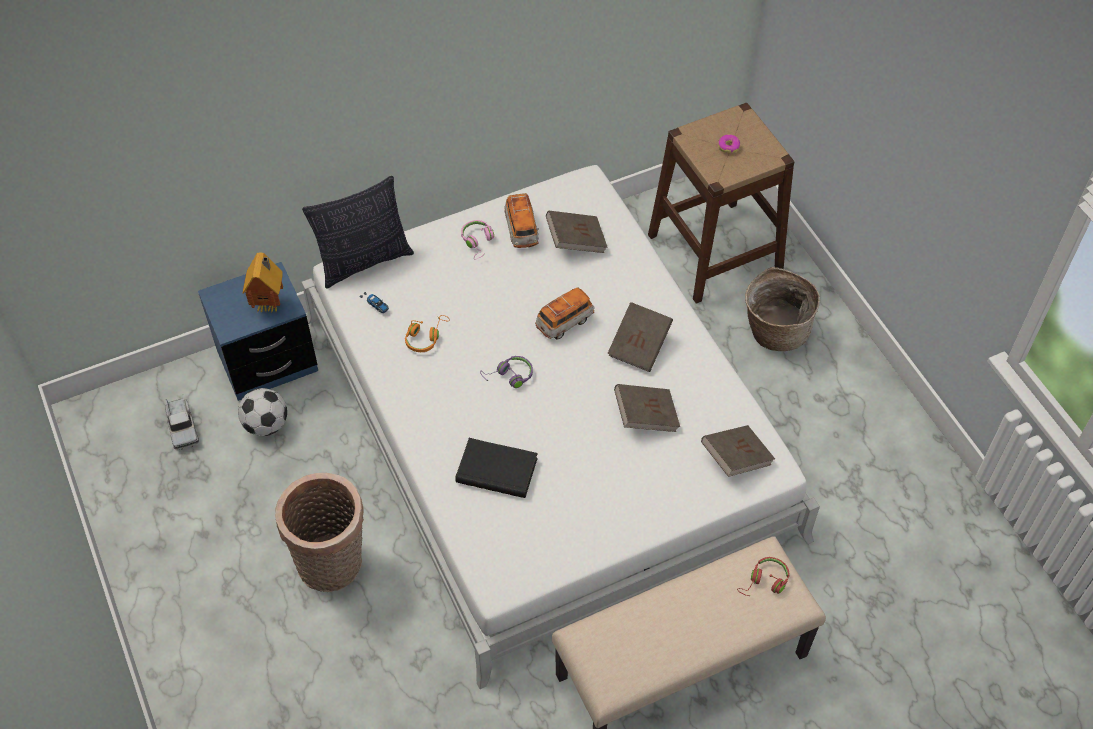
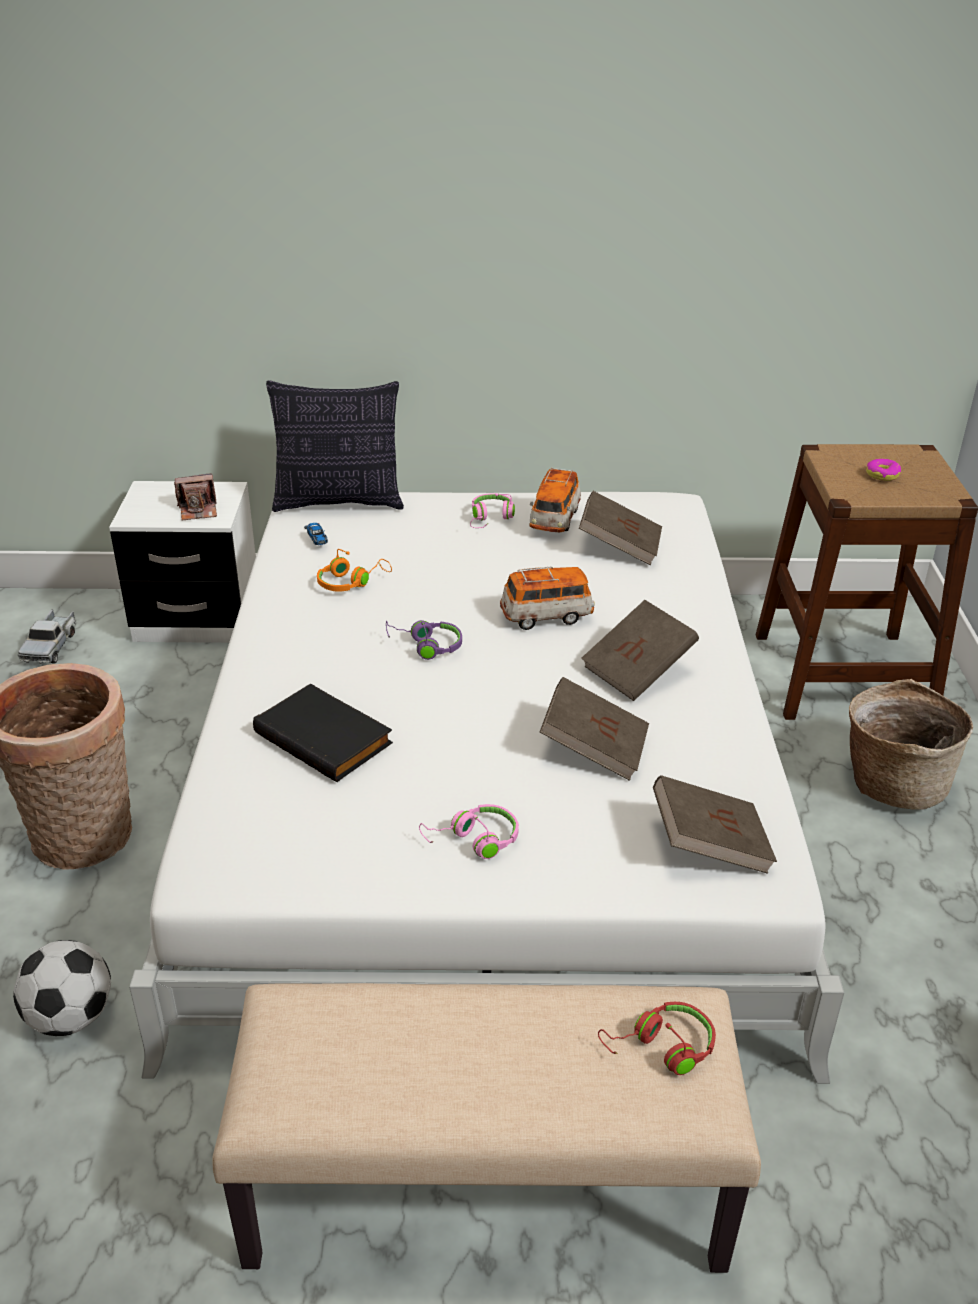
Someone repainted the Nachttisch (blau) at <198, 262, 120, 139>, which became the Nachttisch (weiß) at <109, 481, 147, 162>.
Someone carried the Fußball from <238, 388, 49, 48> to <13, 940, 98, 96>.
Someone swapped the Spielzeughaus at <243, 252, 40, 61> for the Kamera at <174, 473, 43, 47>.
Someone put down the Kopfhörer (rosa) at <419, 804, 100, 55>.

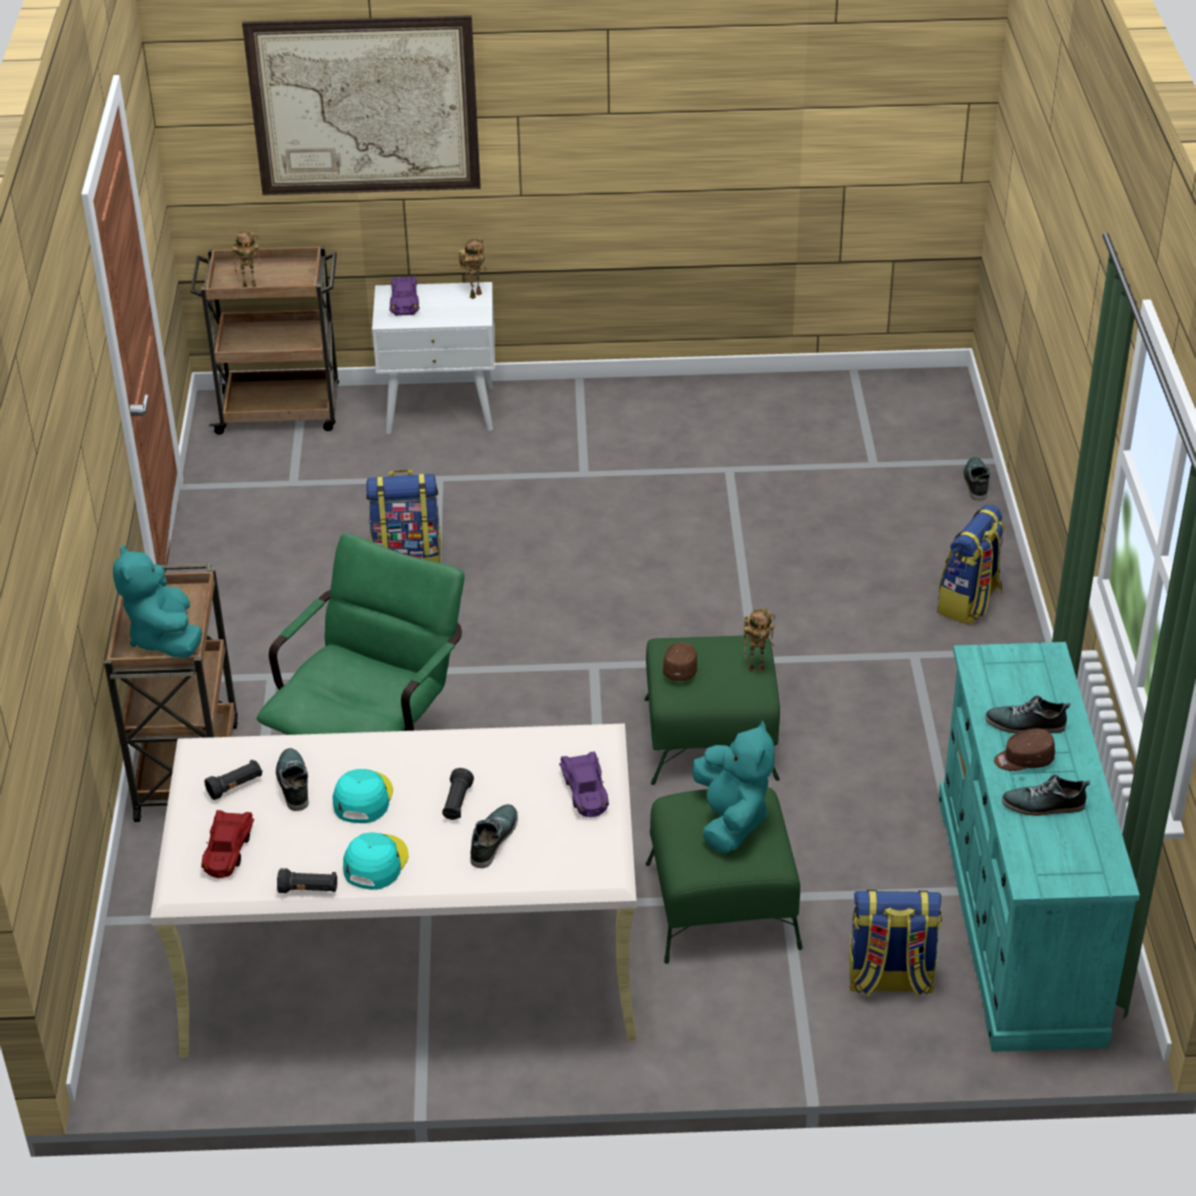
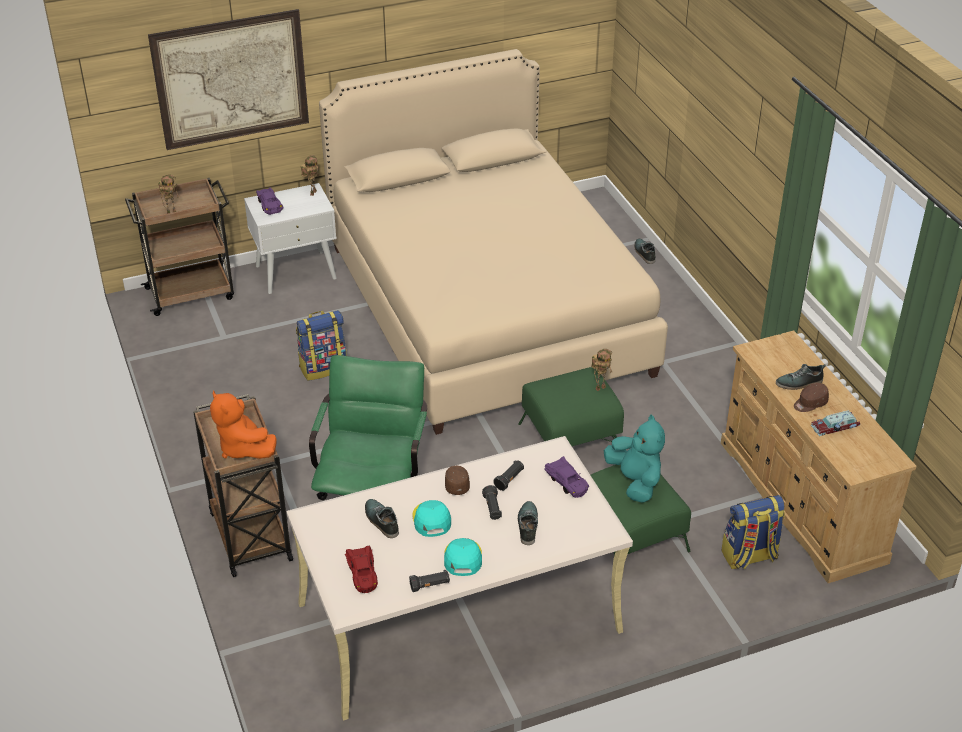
Someone repainted the Plüschtier (türkis) at <113, 545, 89, 113>, which became the Plüschtier (orange) at <210, 391, 67, 68>.
Someone carried the Taschenlampe (schwarz) from <204, 759, 58, 41> to <493, 461, 31, 30>.
Someone carried the Kappe (braun) from <663, 642, 35, 39> to <445, 466, 25, 29>.
Someone took away the Rucksack at <937, 505, 68, 120>.
Someone repainted the Kommode (türkis) at <938, 642, 202, 410>, which became the Kommode (beige) at <721, 330, 196, 253>.
Someone swapped the Schuh at <1002, 775, 88, 41> for the Spielzeugauto at <811, 410, 50, 26>.
Someone put down the Bett (beige) at <319, 49, 349, 386>.

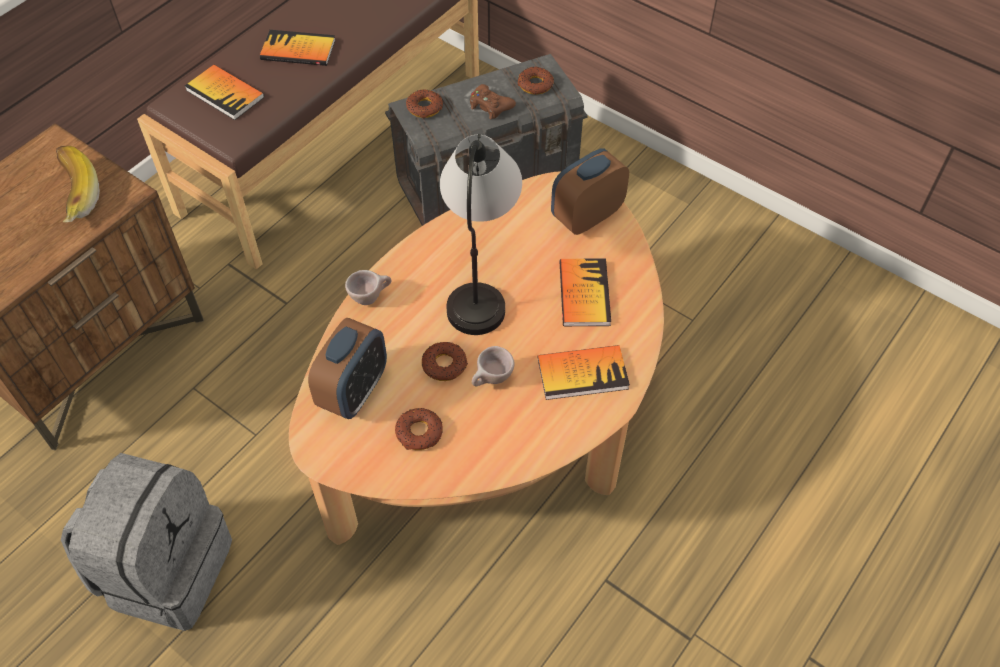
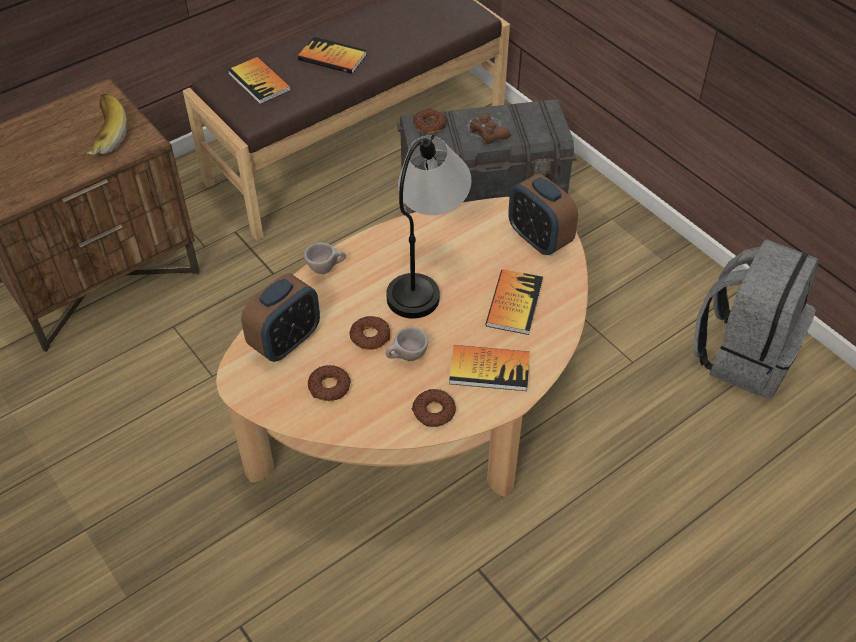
Someone carried the Rucksack (grau) from <61, 453, 171, 178> to <693, 239, 126, 160>.
Someone carried the Donut from <518, 66, 36, 29> to <412, 389, 44, 38>.
Someone rotated the Wecker at <551, 148, 78, 87> by 105 degrees counterclockwise.

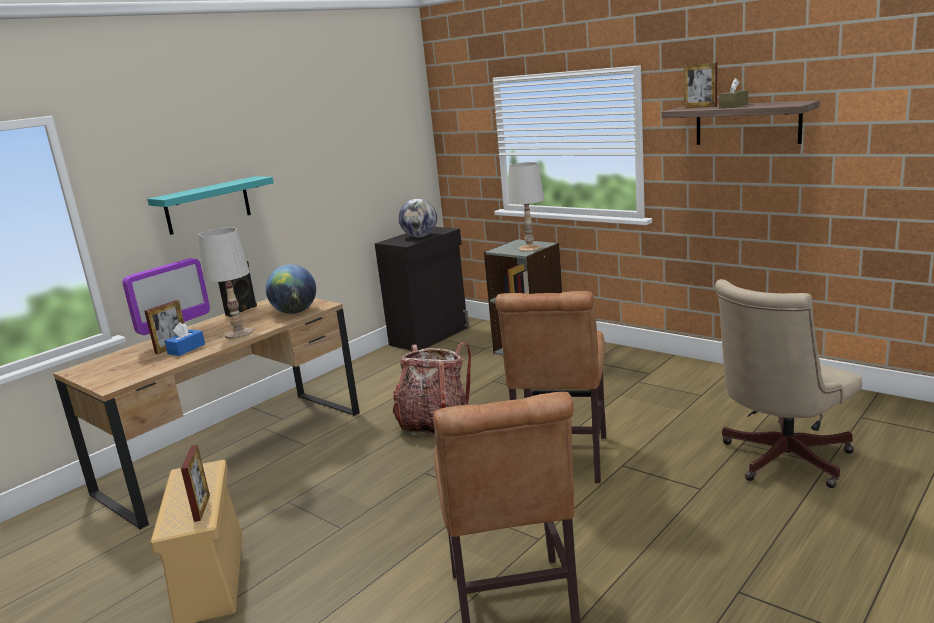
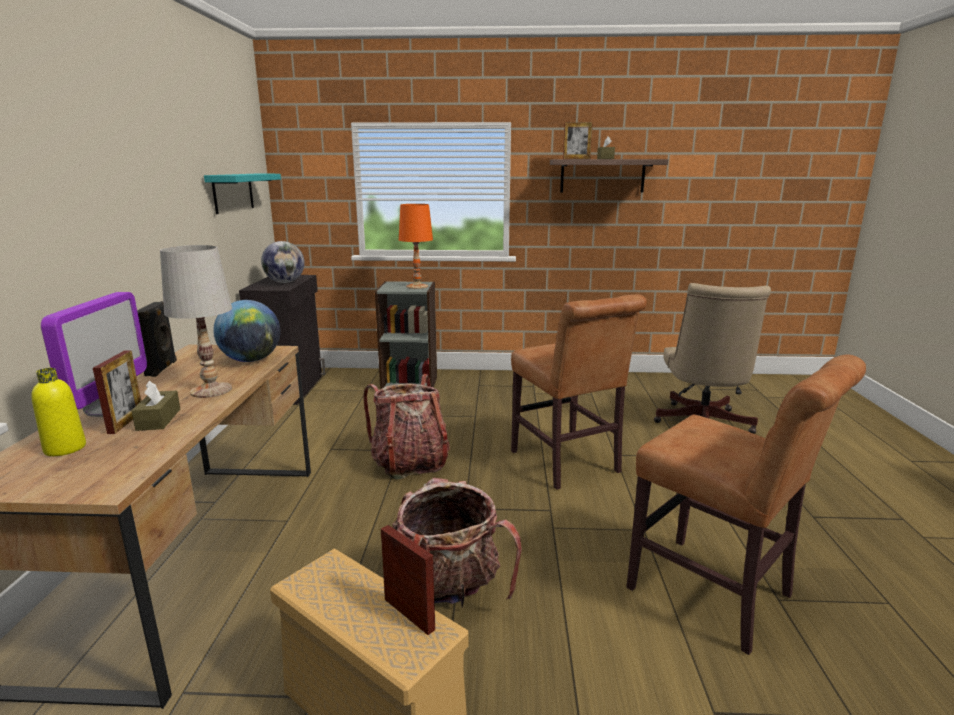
Someone carried the Wandregal (türkis) from <147, 176, 127, 59> to <204, 174, 77, 40>.
Someone repainted the Taschentuchbox (blau) at <165, 322, 40, 34>, which became the Taschentuchbox (braun) at <132, 380, 48, 51>.
Someone repainted the Tischlampe (weiß) at <509, 162, 35, 90>, which became the Tischlampe (orange) at <399, 204, 34, 85>.
Someone put down the Flasche (gelb) at <31, 368, 55, 88>.
Someone put down the Rucksack at <392, 478, 130, 130>.

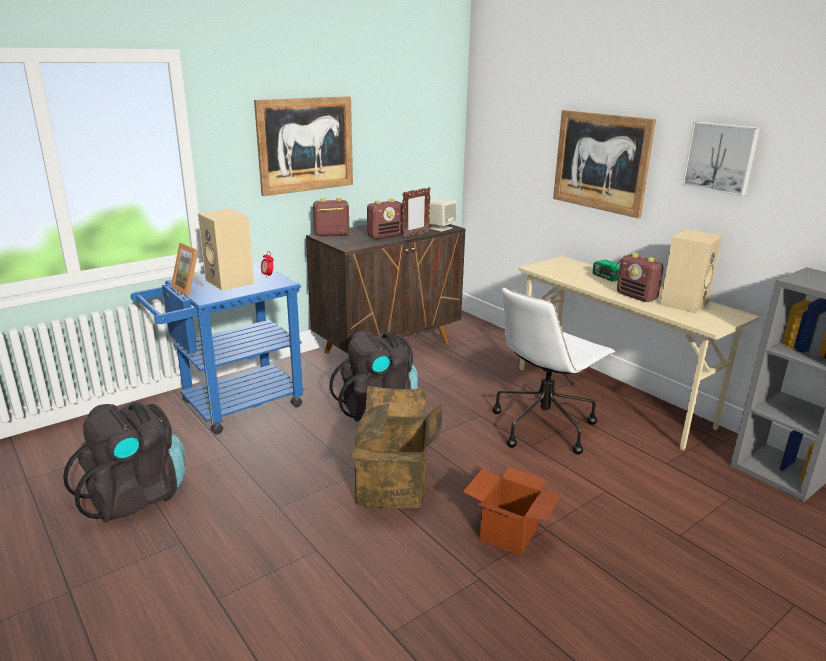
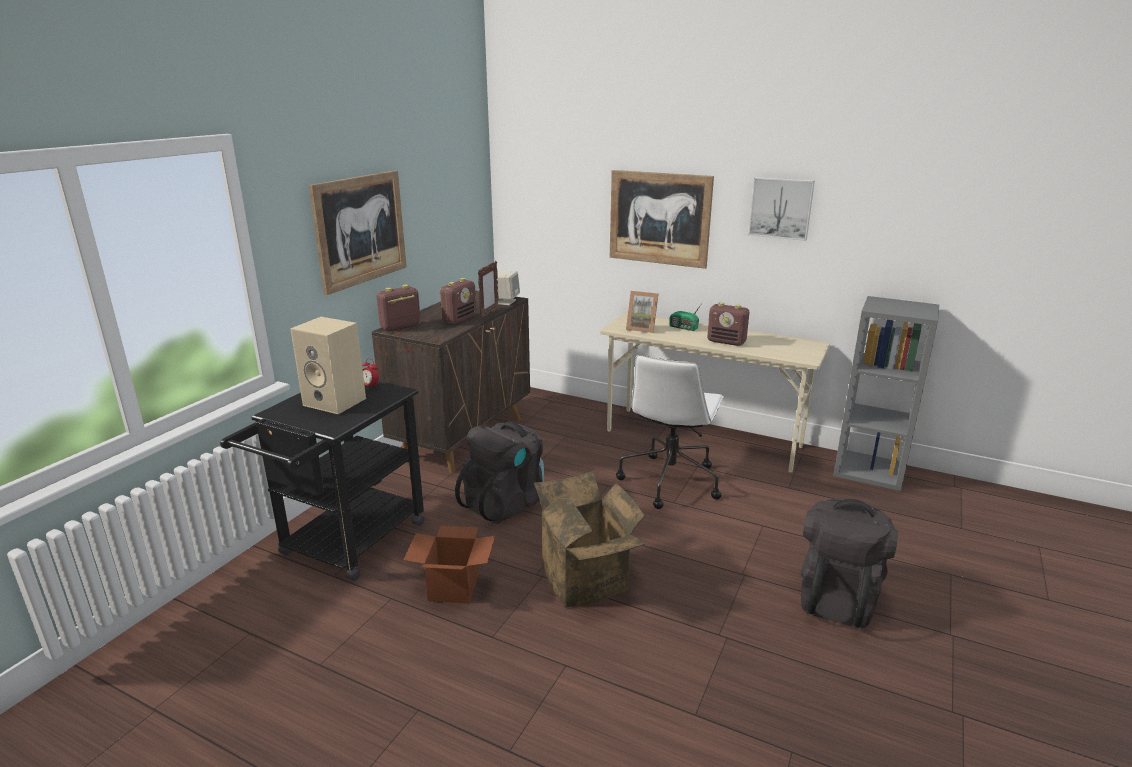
Someone carried the Rucksack (schwarz) from <63, 402, 123, 121> to <801, 499, 97, 129>.
Someone repainted the Rollwagen (blau) at <130, 263, 174, 171>, which became the Rollwagen (schwarz) at <220, 381, 205, 200>.
Someone carried the Bilderrahmen from <171, 243, 32, 53> to <626, 291, 32, 42>.
Someone carried the Karton from <463, 467, 99, 89> to <404, 526, 91, 78>.
Someone took away the Lautsprecher (beige) at <660, 229, 62, 84>.

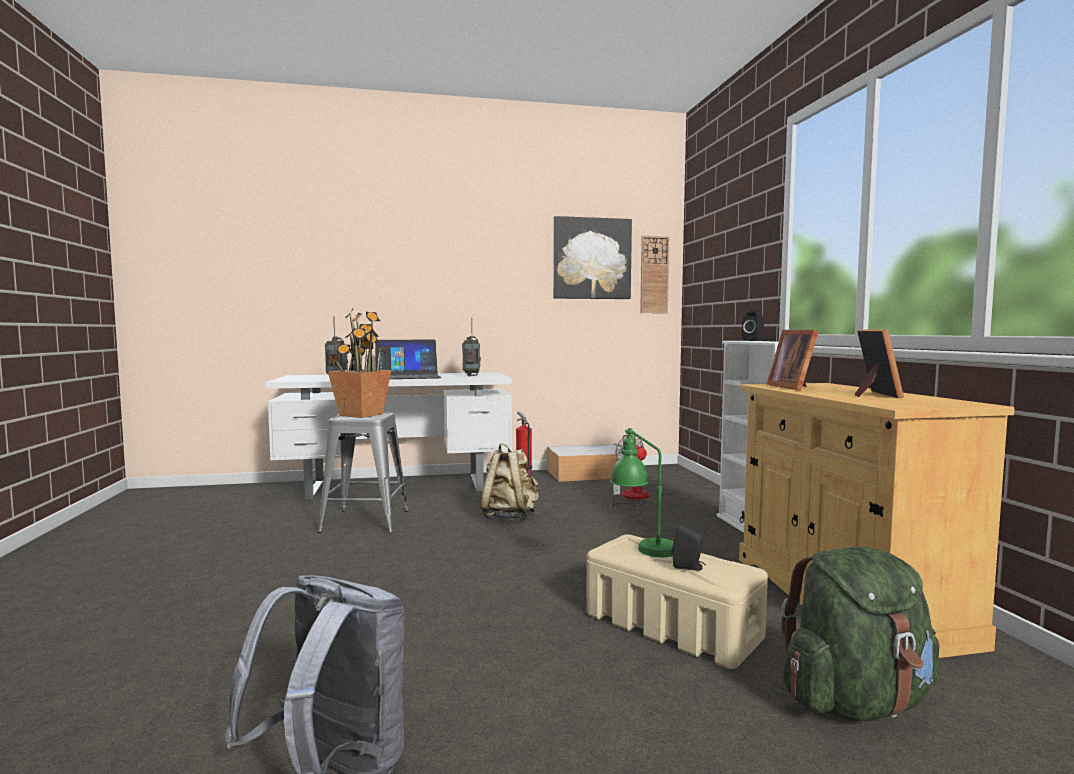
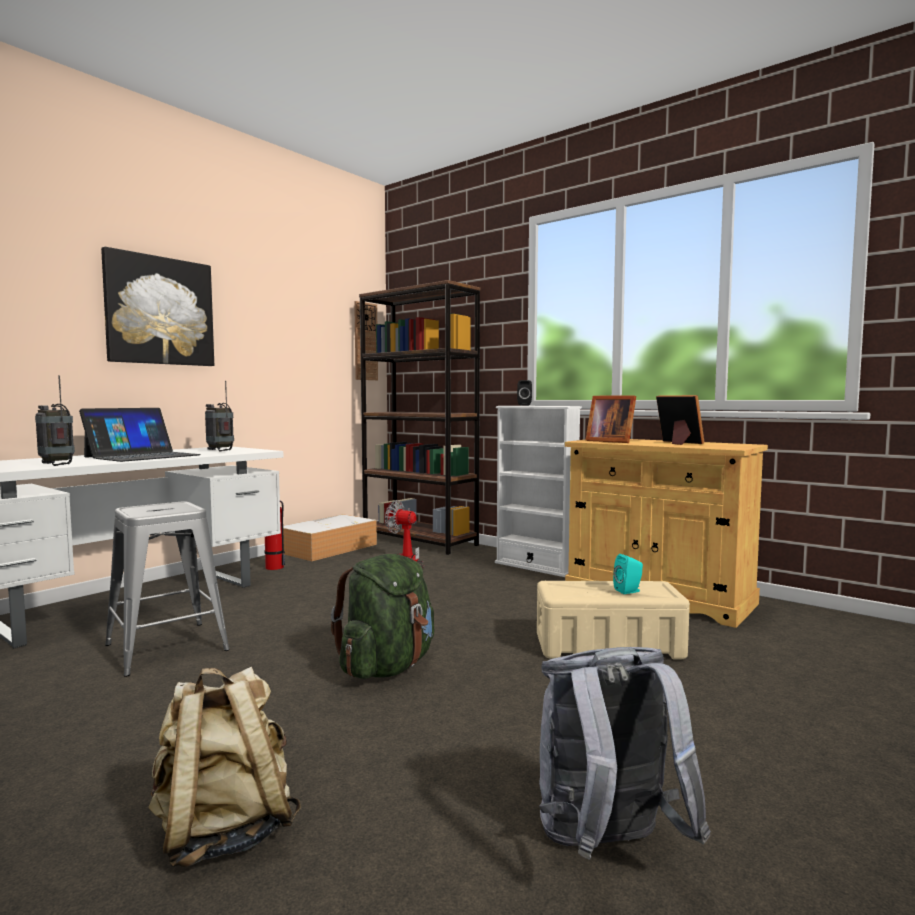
Someone took away the Topfpflanze at <328, 308, 63, 110>.
Someone carried the Rucksack (beige) from <480, 443, 59, 77> to <149, 667, 152, 201>.
Someone carried the Bild from <553, 216, 79, 83> to <101, 247, 113, 119>.
Someone took away the Tischlampe (grün) at <610, 428, 63, 129>.
Someone repainted the Lautsprecher (schwarz) at <672, 520, 34, 51>, which became the Lautsprecher (türkis) at <613, 554, 30, 40>.
Someone carried the Rucksack (grün) from <781, 547, 159, 174> to <331, 554, 103, 125>.
Someone put down the Bücherregal (braun) at <359, 280, 122, 275>.

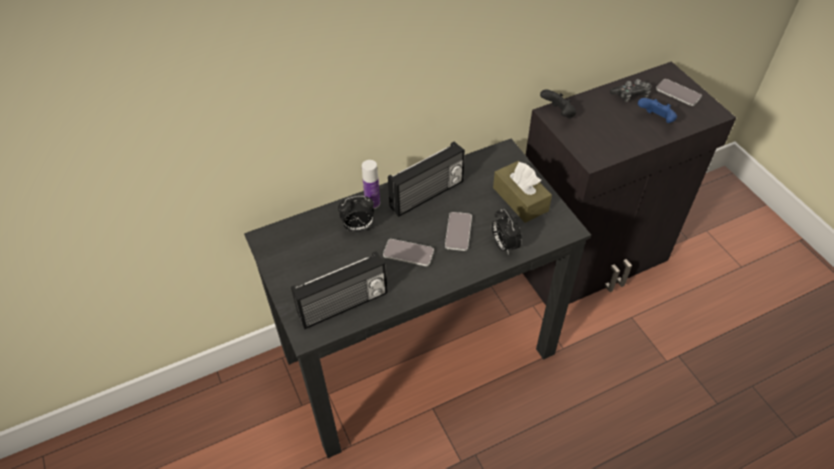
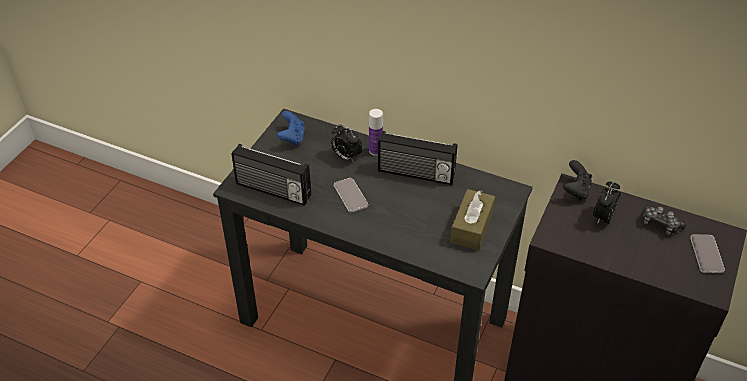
Someone took away the Handy at <445, 212, 27, 39>.
Someone carried the Wecker from <492, 209, 30, 46> to <593, 181, 28, 44>.
Someone carried the Gamepad (blau) from <638, 98, 39, 25> to <277, 111, 28, 35>.

